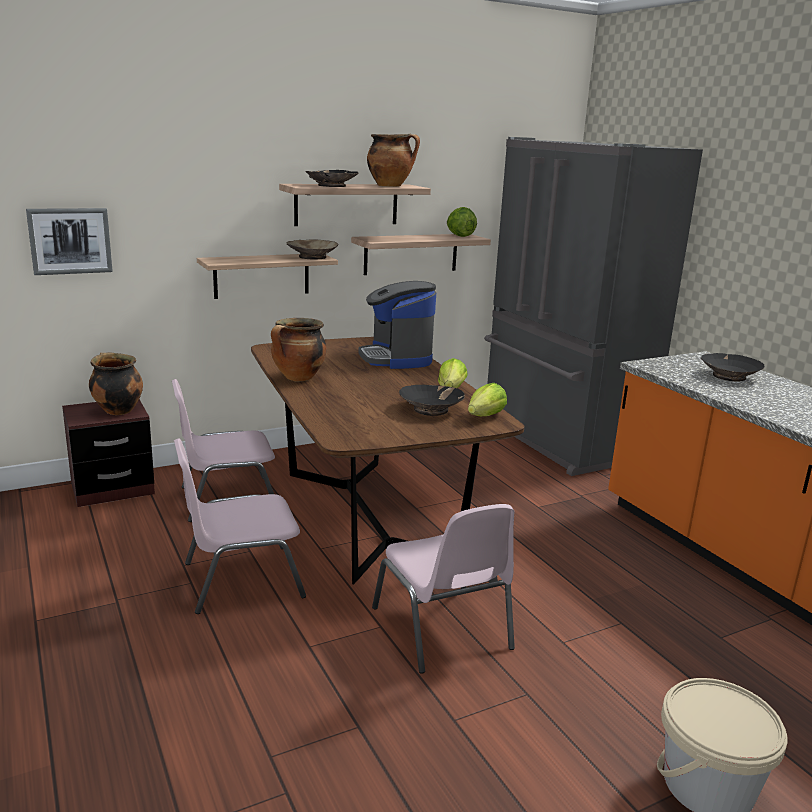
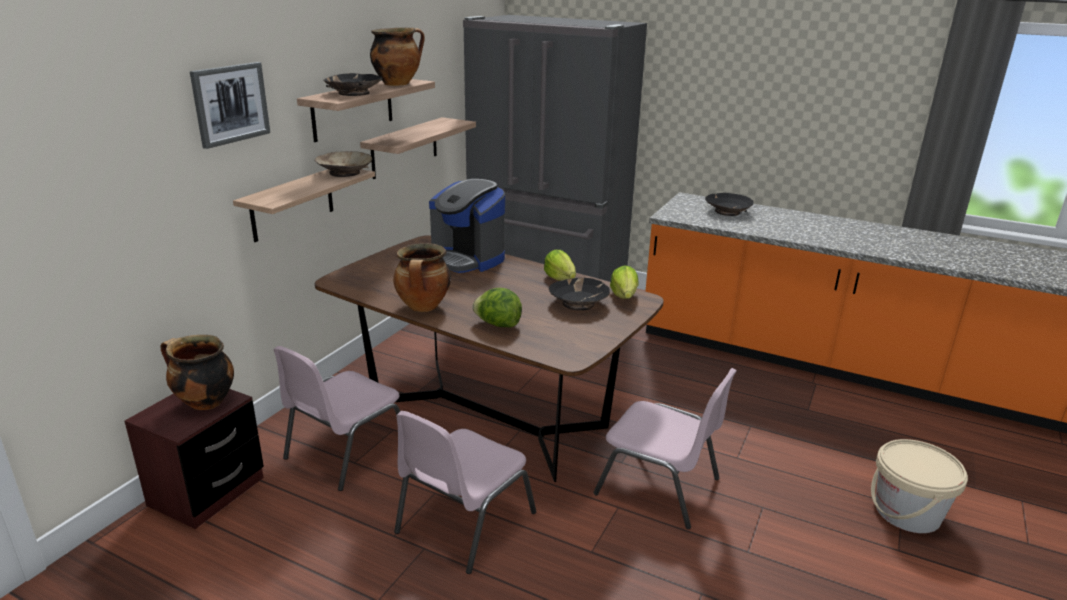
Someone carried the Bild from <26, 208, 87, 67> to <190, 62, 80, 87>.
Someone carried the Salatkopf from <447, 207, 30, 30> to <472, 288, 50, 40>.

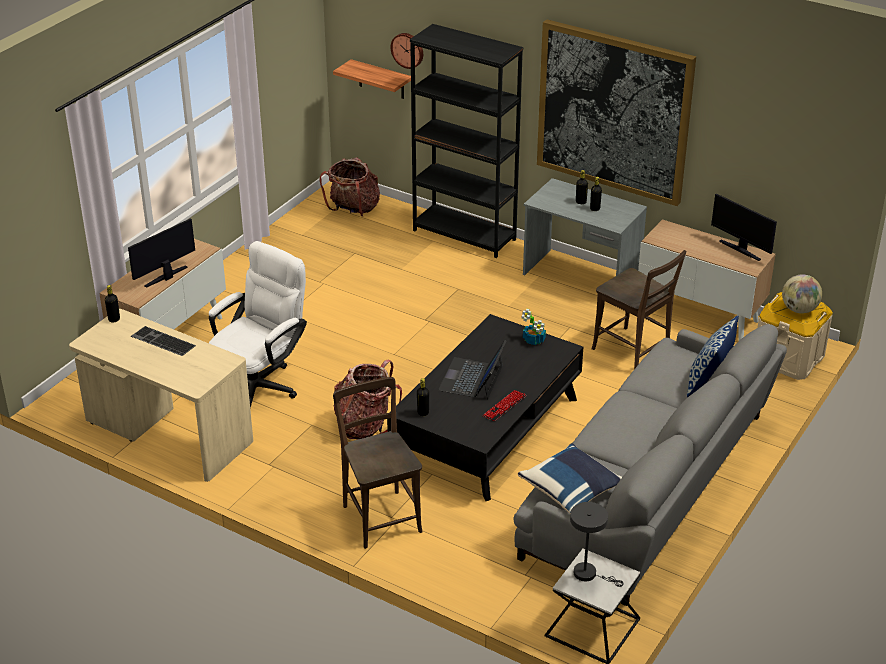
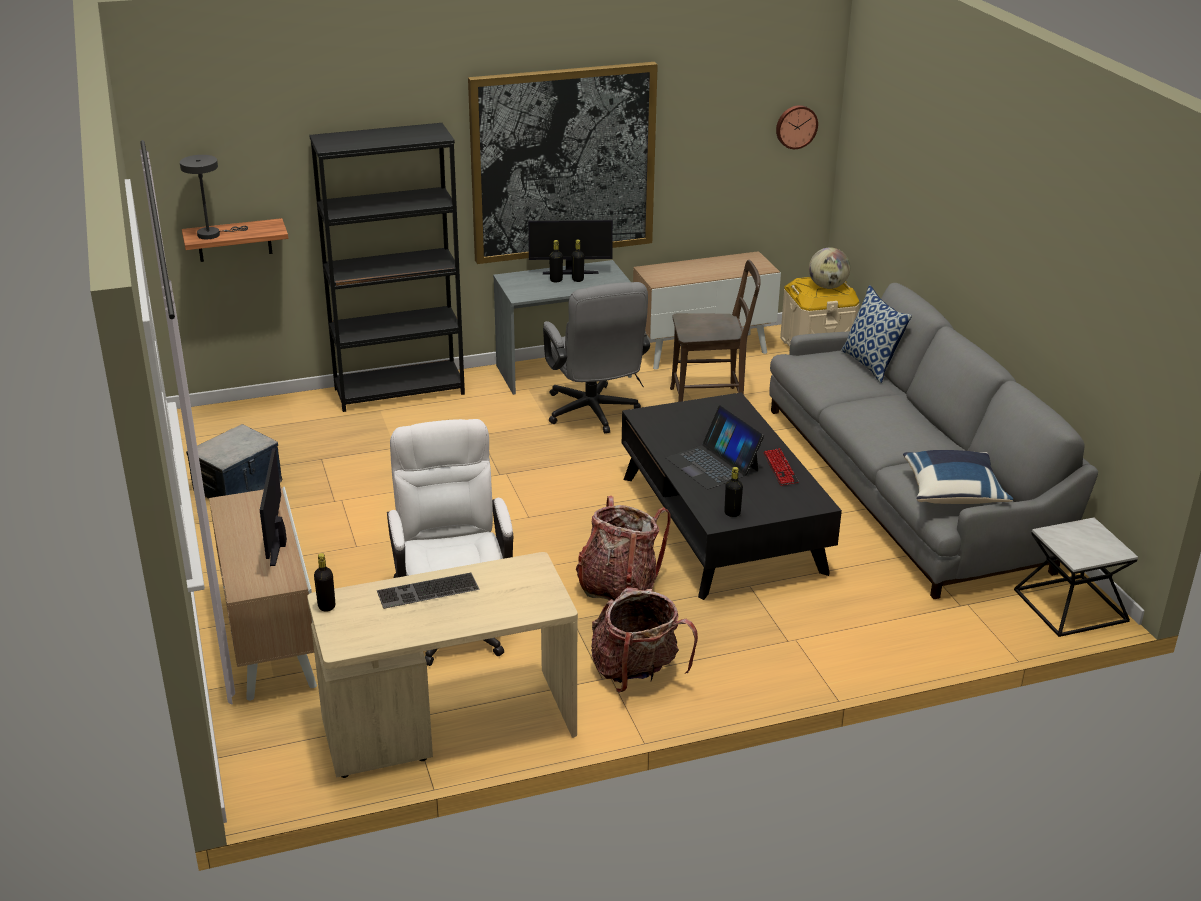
Someone carried the Rucksack from <320, 157, 60, 60> to <591, 587, 107, 106>.
Someone took away the Stuhl (braun) at <333, 377, 90, 172>.
Someone carried the Wanduhr from <390, 33, 33, 36> to <776, 105, 42, 44>.
Someone took away the Topfpflanze at <521, 308, 25, 37>.
Someone carried the Tischlampe (grau) from <570, 502, 54, 85> to <180, 155, 68, 84>.
Someone carried the Monitor from <711, 193, 66, 68> to <528, 220, 85, 54>.
Someone put down the Aufbewahrungsbox at <186, 424, 97, 75>.
Someone put down the Bürostuhl (grau) at <543, 282, 107, 152>.

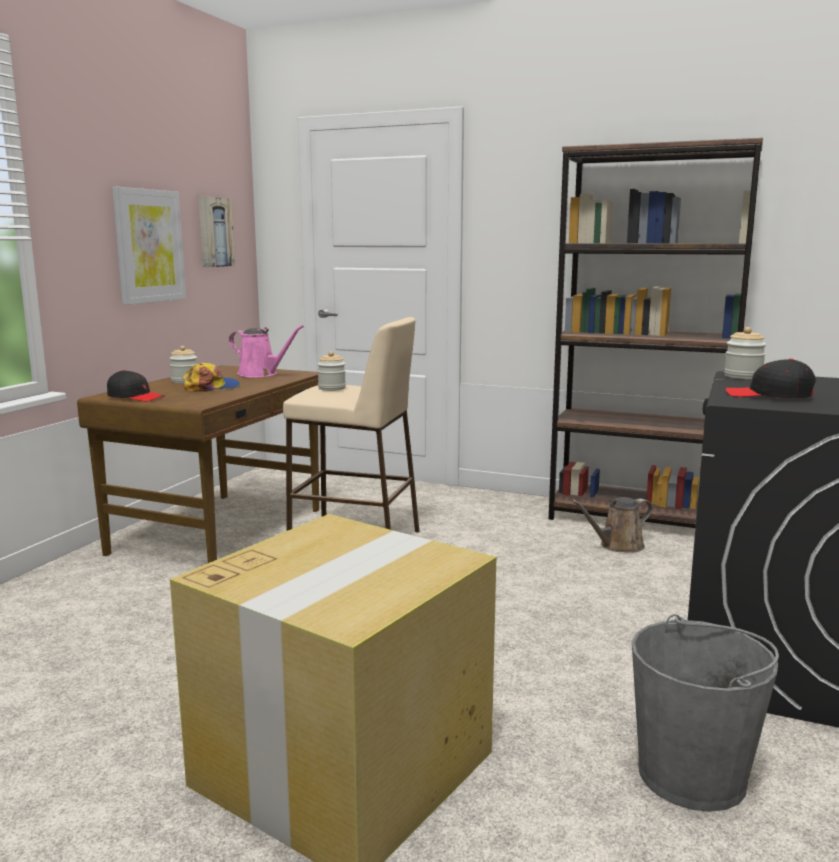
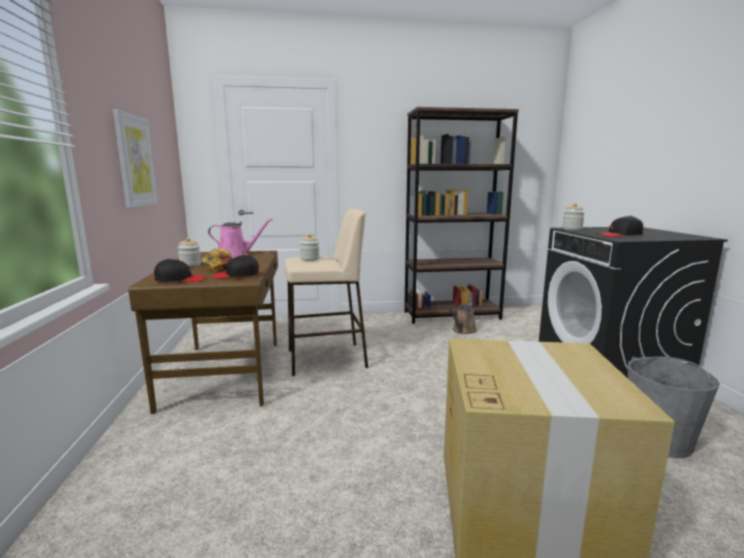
Someone took away the Bild at <199, 197, 36, 70>.
Someone put down the Kappe (schwarz) at <213, 255, 46, 24>.

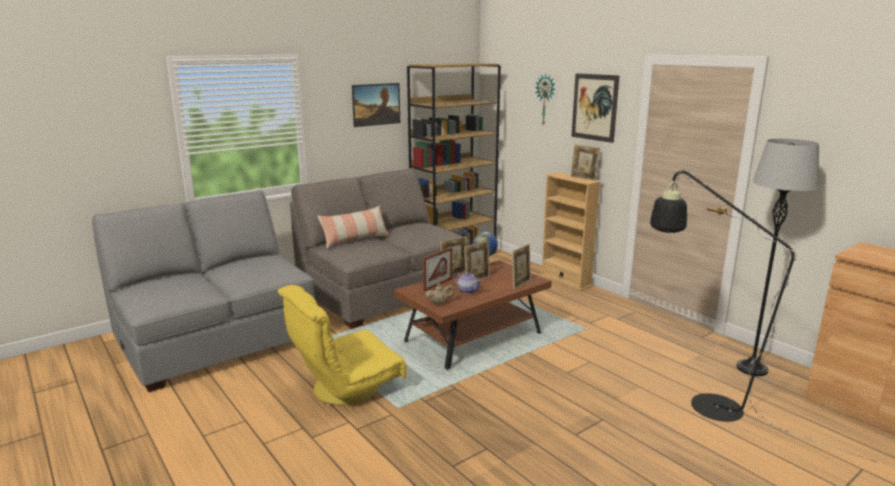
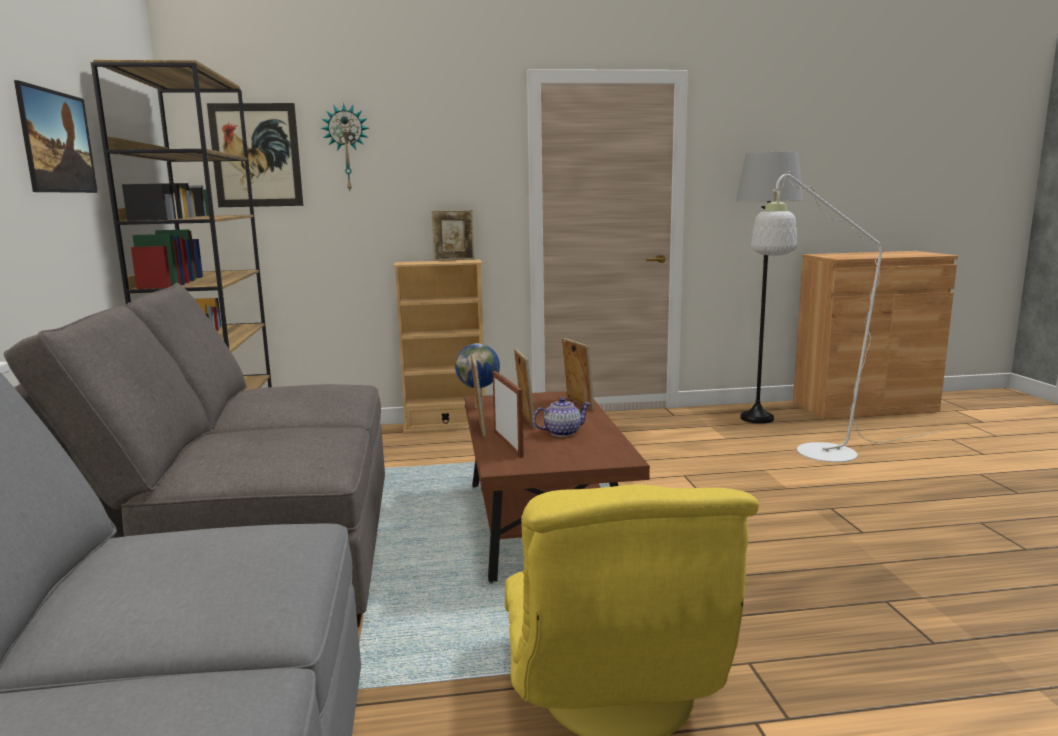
Someone took away the Kissen at <317, 205, 72, 44>.
Someone took away the Teekanne (beige) at <425, 283, 29, 21>.
Someone carried the Bild from <571, 73, 48, 70> to <207, 103, 96, 104>.
Someone repainted the Stehlampe (schwarz) at <650, 169, 226, 293>, which became the Stehlampe (weiß) at <751, 171, 190, 291>.

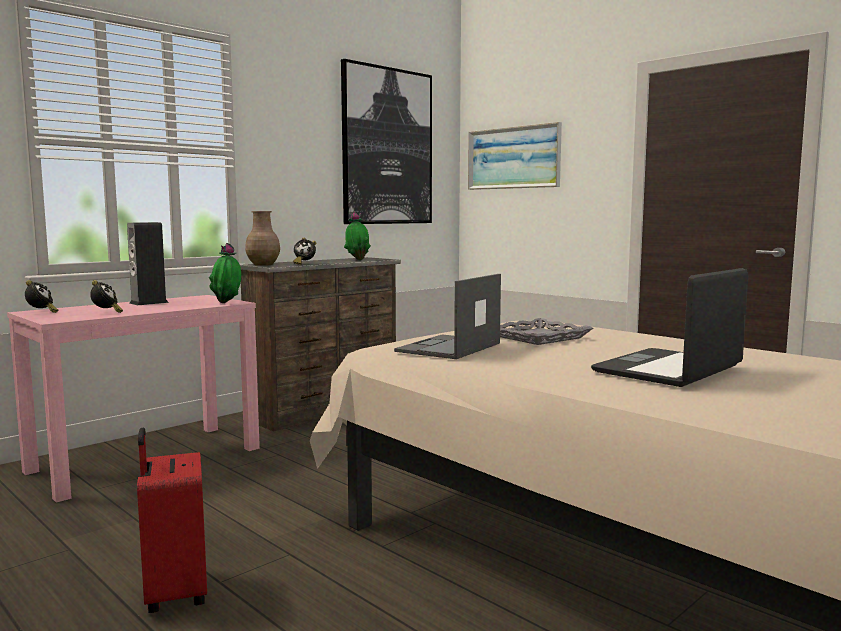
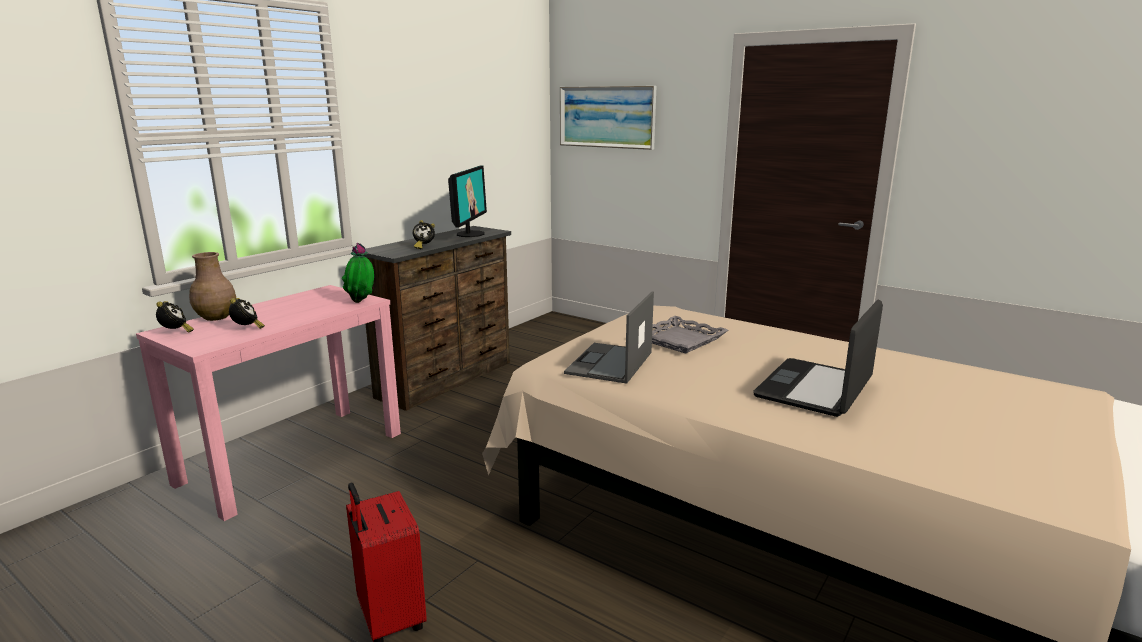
Someone took away the Lautsprecher at <127, 222, 42, 83>.
Someone carried the Vase (braun) from <245, 211, 35, 55> to <189, 252, 47, 69>.
Someone took away the Bild at <341, 59, 91, 165>.
Someone swapped the Topfpflanze at <344, 211, 27, 49> for the Monitor at <448, 165, 39, 72>.

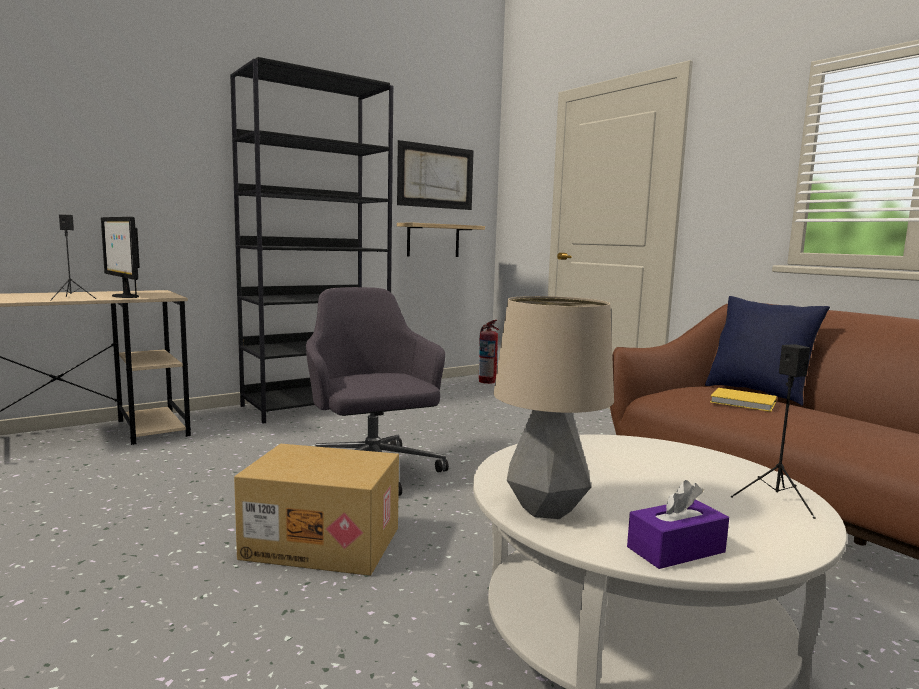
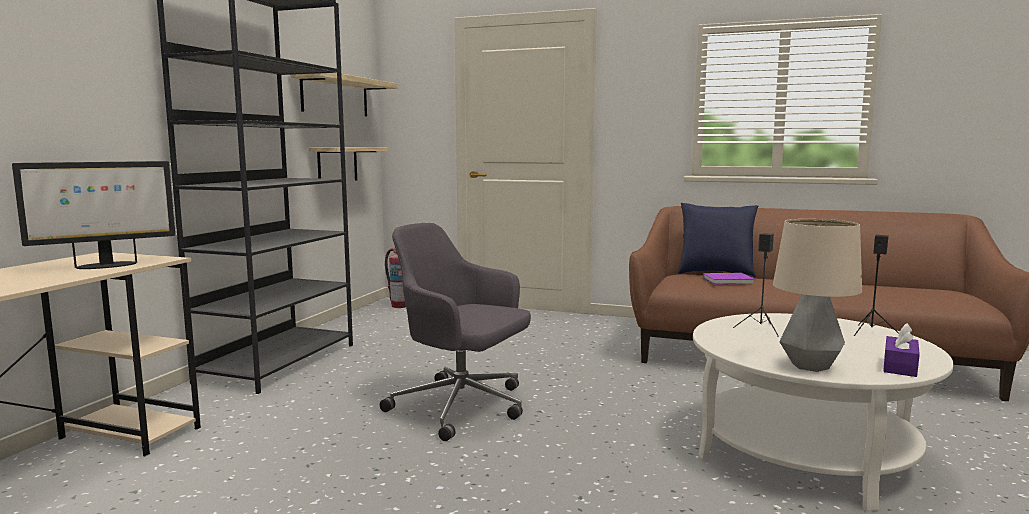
Someone carried the Lautsprecher (schwarz) from <50, 214, 46, 87> to <733, 233, 46, 104>.
Someone rotated the Monitor at <101, 217, 39, 81> by 45 degrees counterclockwise.
Someone took away the Karton at <234, 444, 165, 132>.
Someone swapped the Bild at <397, 140, 77, 70> for the Wandregal at <290, 73, 108, 43>.
Someone repainted the Buch (gelb) at <710, 388, 67, 24>, which became the Buch (lila) at <703, 273, 51, 12>.

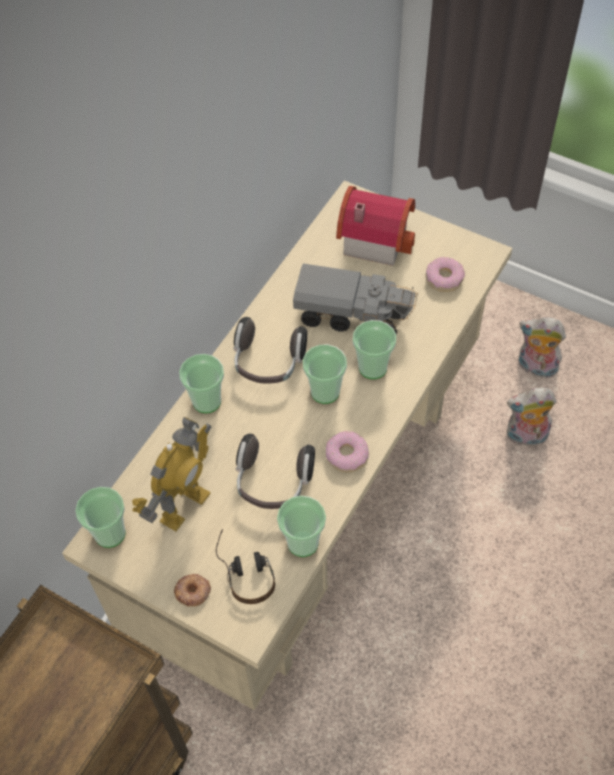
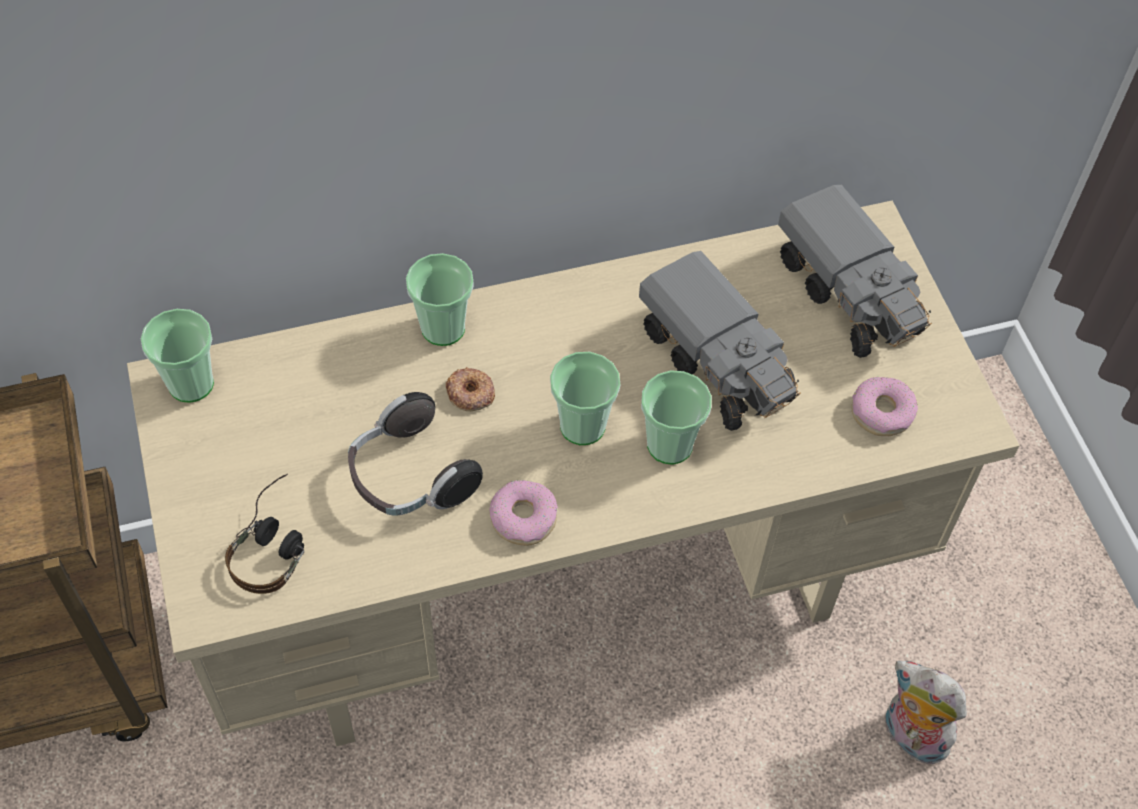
Someone took away the Spielzeugroboter at <132, 417, 79, 114>.
Someone carried the Donut from <174, 574, 37, 33> to <445, 367, 50, 44>.
Someone took away the Kopfhörer at <233, 317, 74, 67>.
Someone took away the Tasse at <277, 496, 49, 61>.
Someone swapped the Spielzeughaus at <336, 186, 79, 80> for the Spielzeuglaster at <778, 185, 154, 173>.
Someone took away the Plüschtier at <519, 317, 47, 61>.

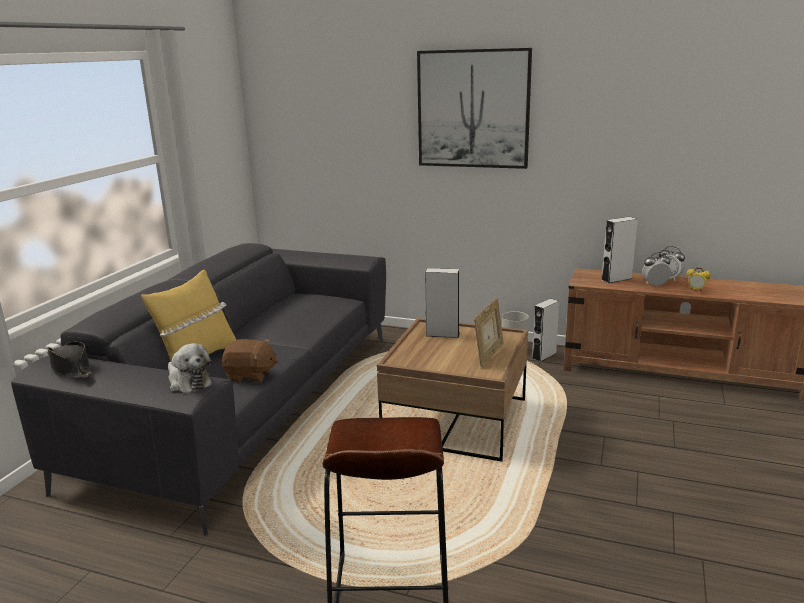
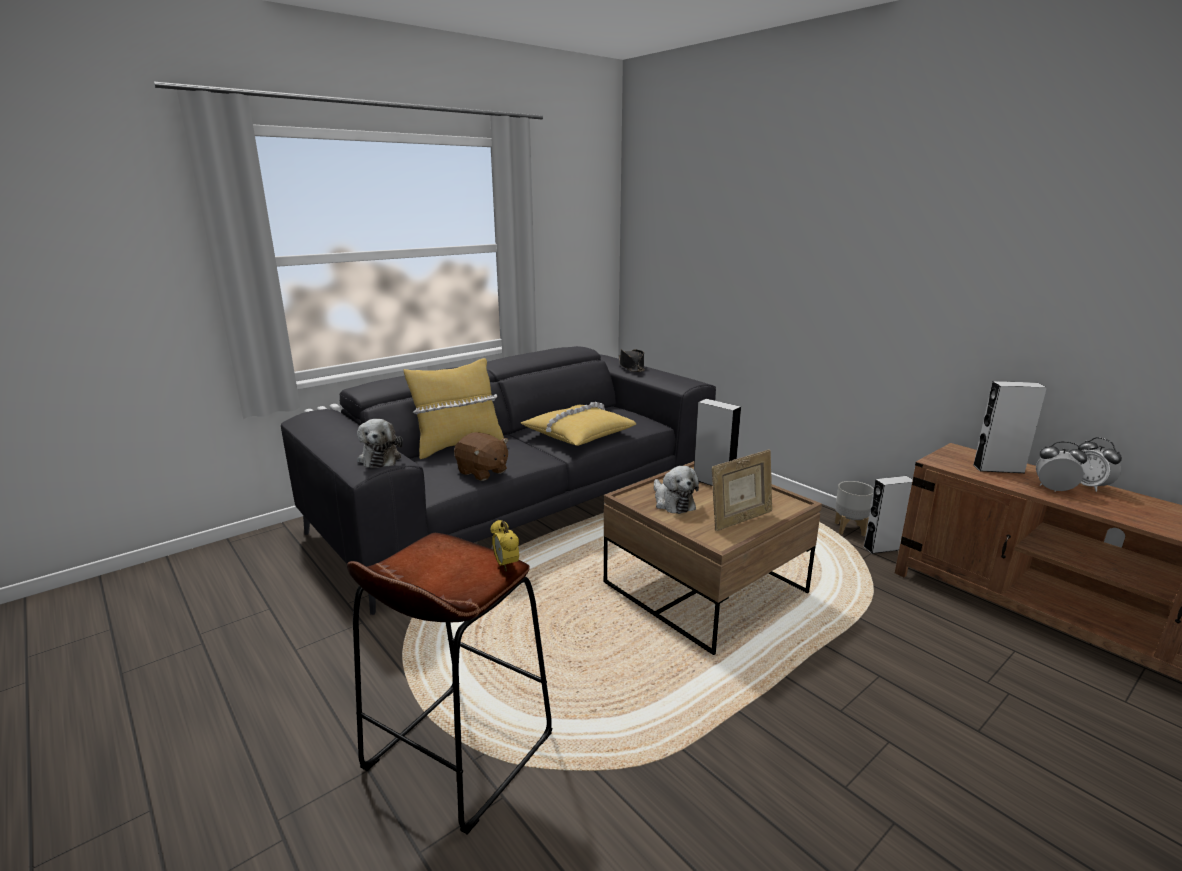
Someone carried the Hut (schwarz) from <47, 341, 44, 37> to <619, 349, 26, 23>.
Someone took away the Bild at <417, 48, 115, 121>.
Someone carried the Wecker from <686, 267, 25, 24> to <491, 520, 28, 51>.
Someone put down the Kissen (gelb) at <521, 402, 115, 44>.
Someone put down the Plüschtier at <654, 466, 45, 48>.

